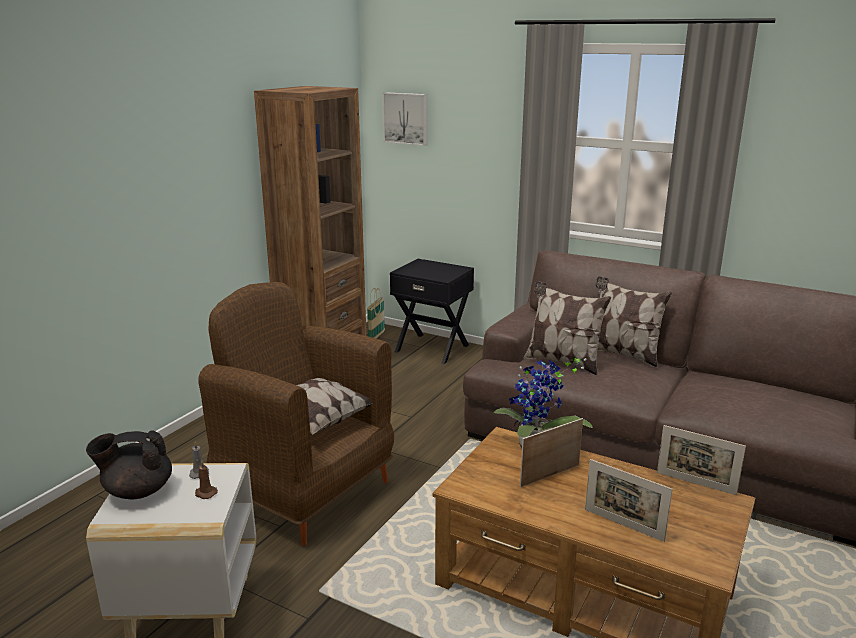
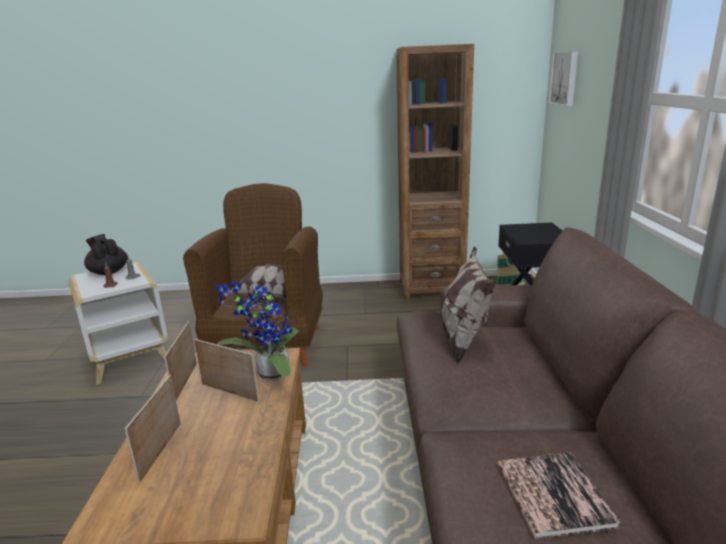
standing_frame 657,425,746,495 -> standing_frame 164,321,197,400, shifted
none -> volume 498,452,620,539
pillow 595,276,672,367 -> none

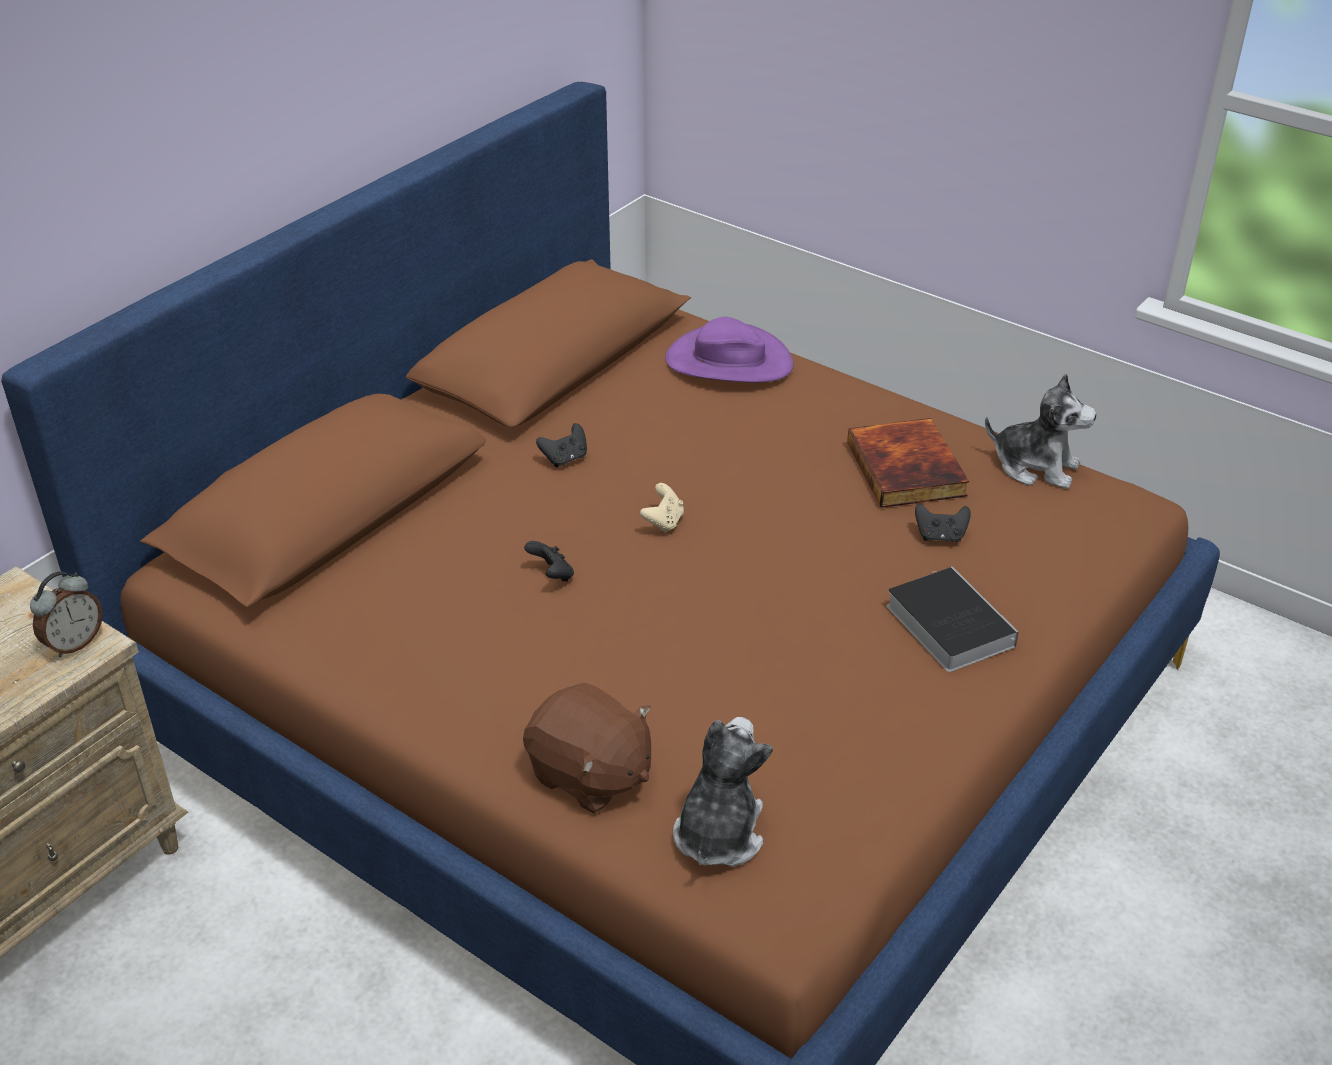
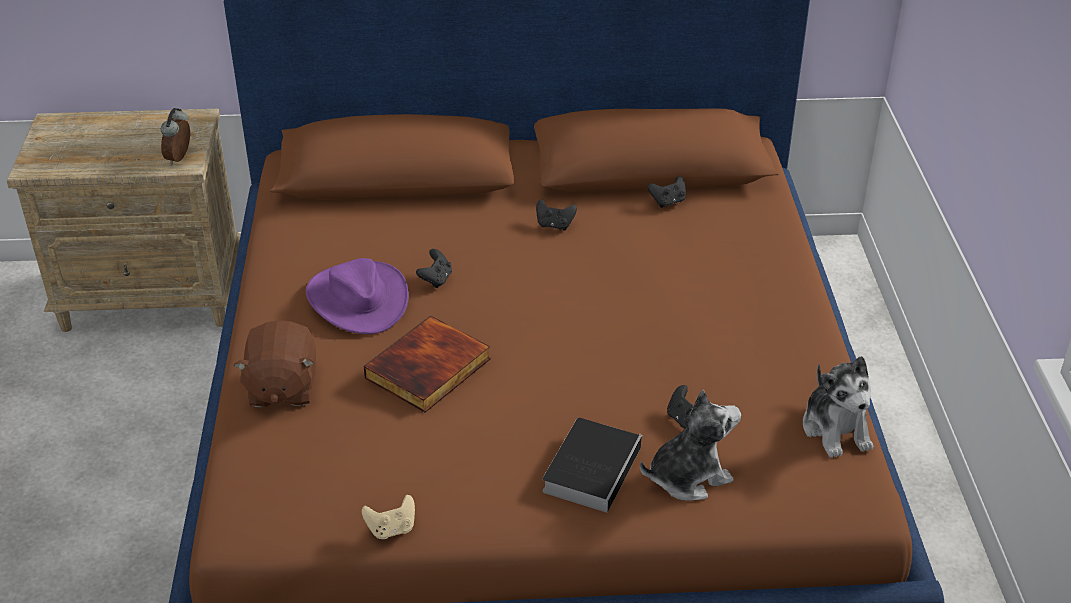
table_clock 30,571,103,657 -> table_clock 161,108,190,165, 105 degrees clockwise
purple_hat 665,317,793,383 -> purple_hat 306,258,409,334, shifted
beige-coloured_game_controller 640,483,684,533 -> beige-coloured_game_controller 362,495,415,539, shifted
volume 847,418,969,508 -> volume 364,315,491,412, shifted
plush_toy 673,717,773,867 -> plush_toy 640,390,741,501, shifted
none -> blackish_game_controller 647,176,686,208

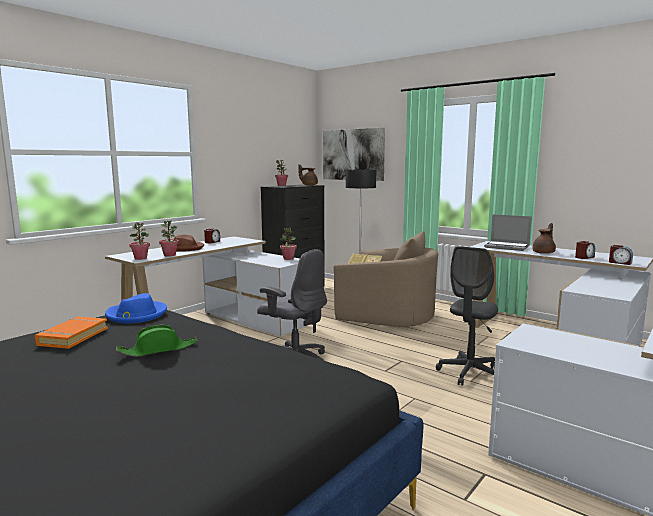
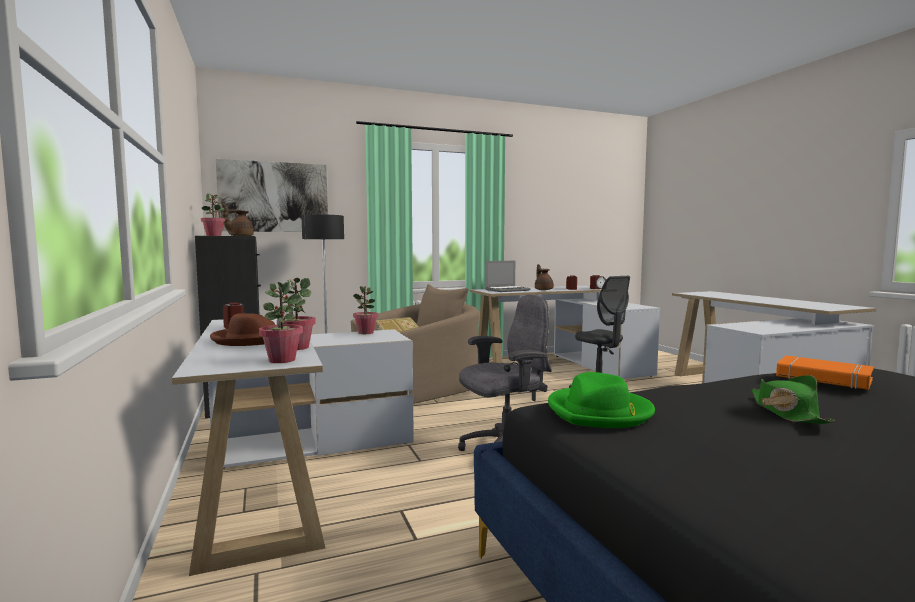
blue_hat 105,293,167,323 -> green_hat 548,372,655,428
orange_volume 35,317,108,349 -> orange_volume 776,356,874,390, shifted

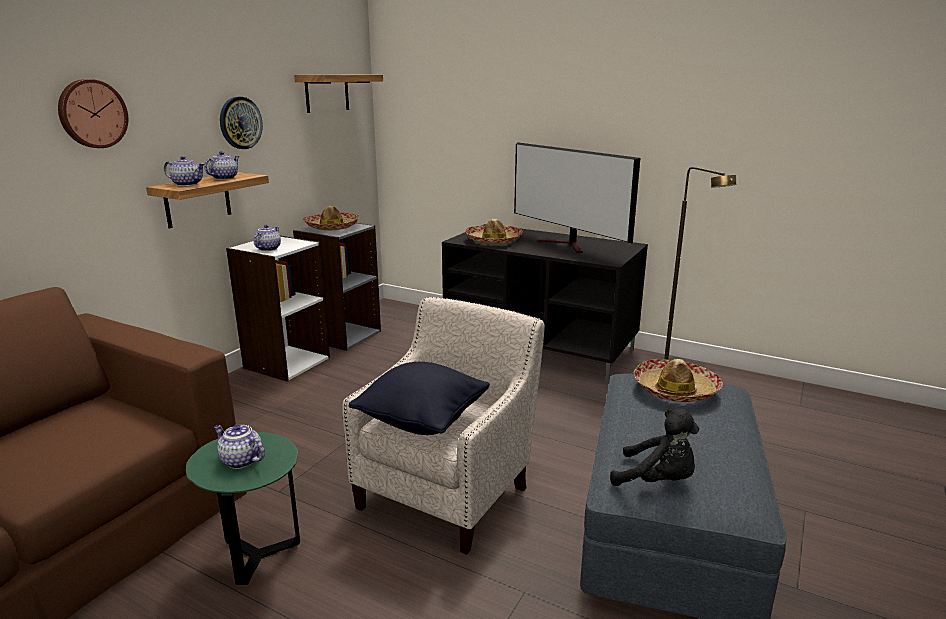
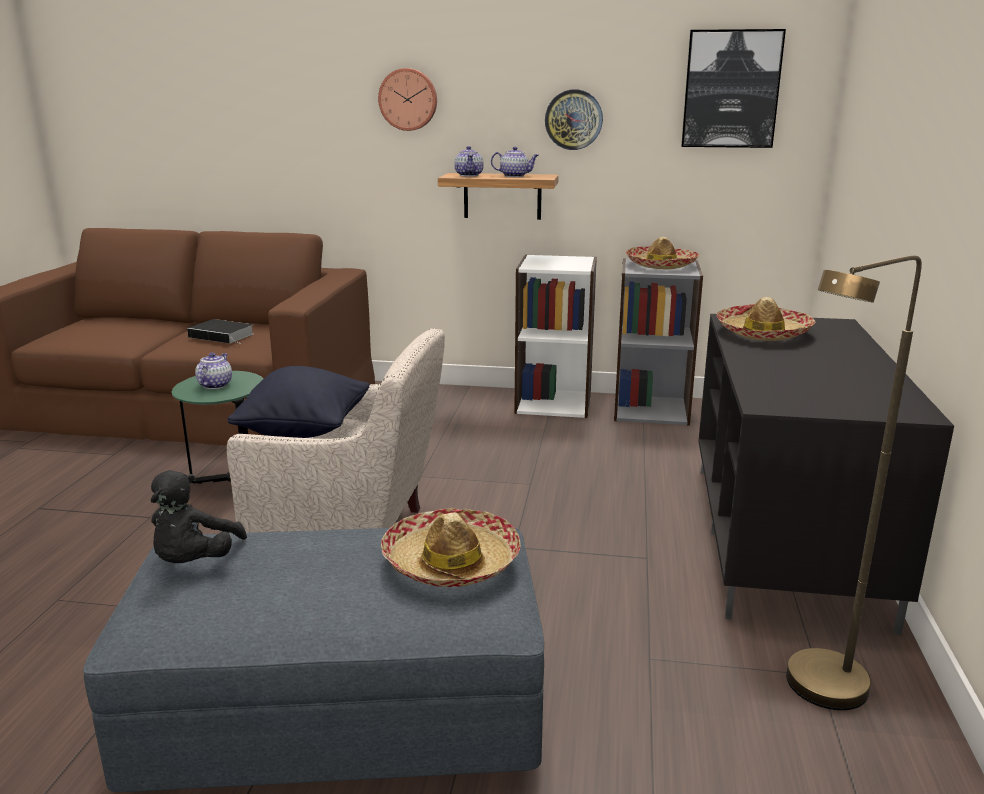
none -> volume 187,319,253,344
bracket_shelf 294,75,383,113 -> wall_art 681,29,786,148
pot_for_tea 254,225,281,251 -> none
TV 514,142,640,253 -> none

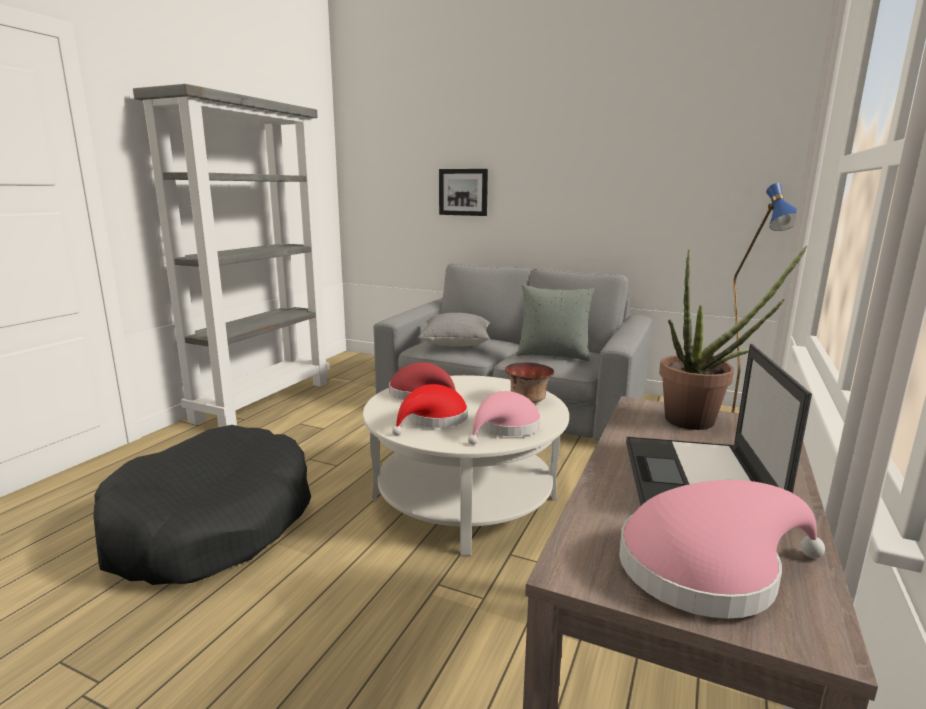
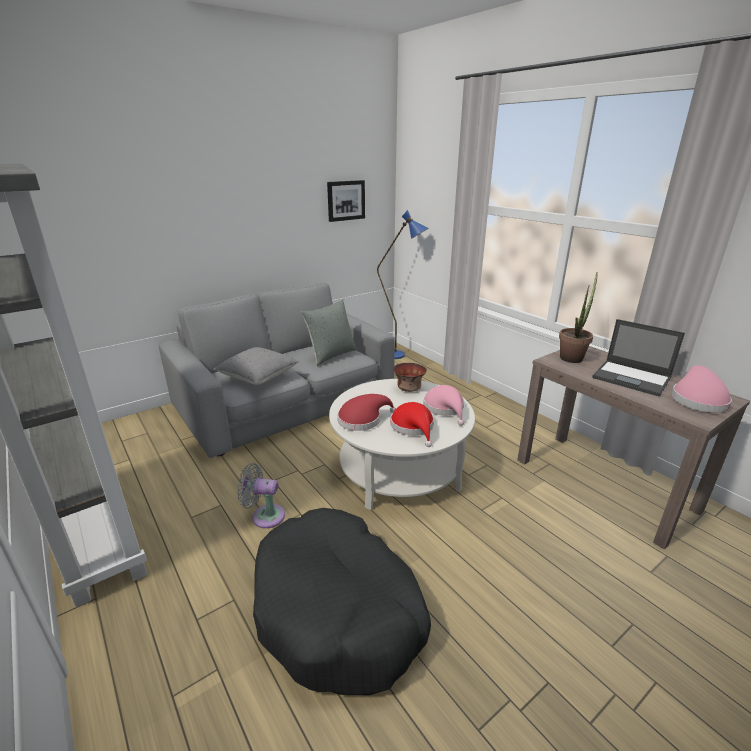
none -> gray_fan 237,463,285,528
wall_art 439,169,488,216 -> wall_art 327,180,365,222, shifted

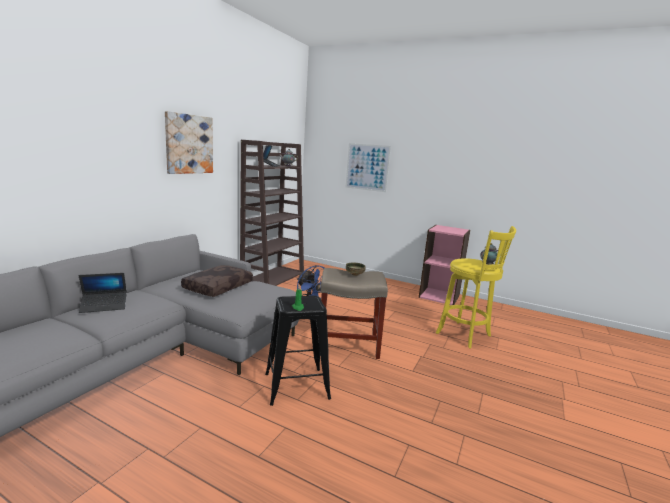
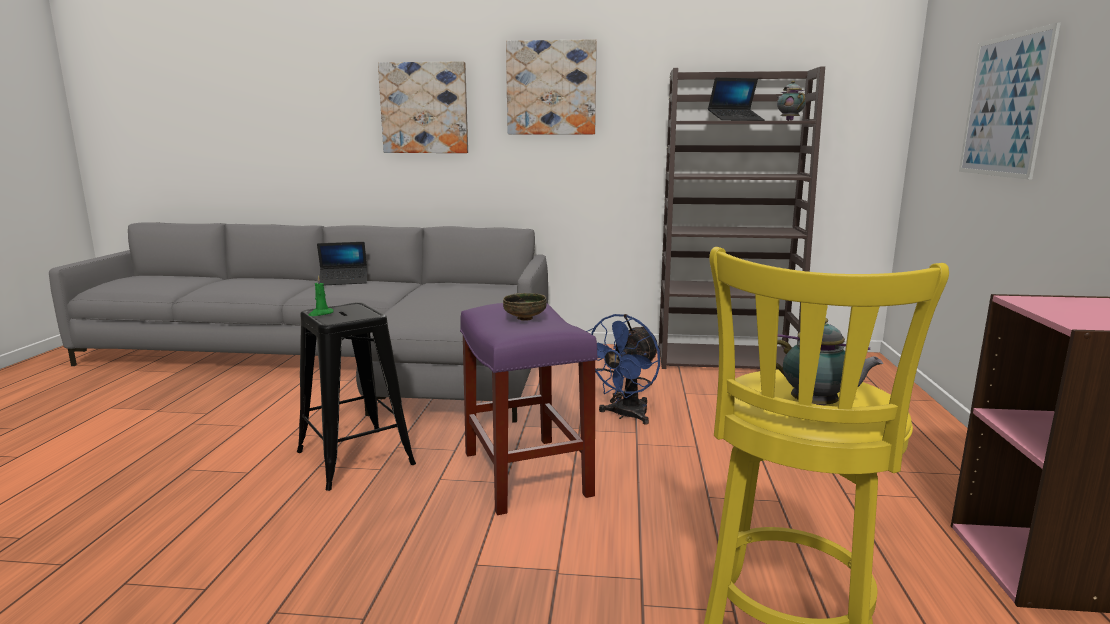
notebook_computer 79,273,127,313 -> notebook_computer 317,242,367,285, 60 degrees counterclockwise
none -> wall_art 378,61,468,153
beige-coloured_stool 321,268,388,359 -> purple_stool 460,303,598,515
brownish_pillow 181,265,253,297 -> none

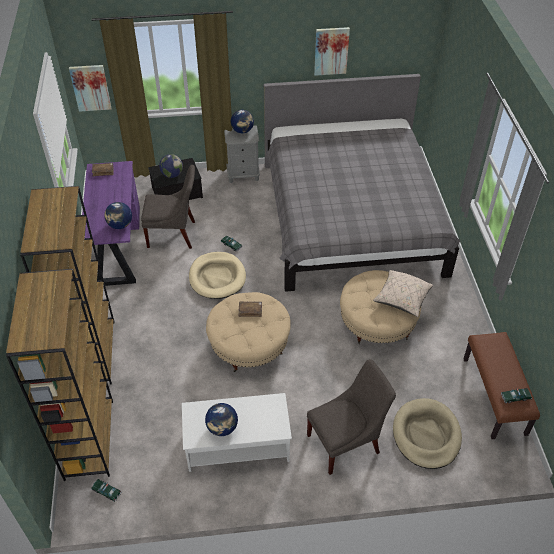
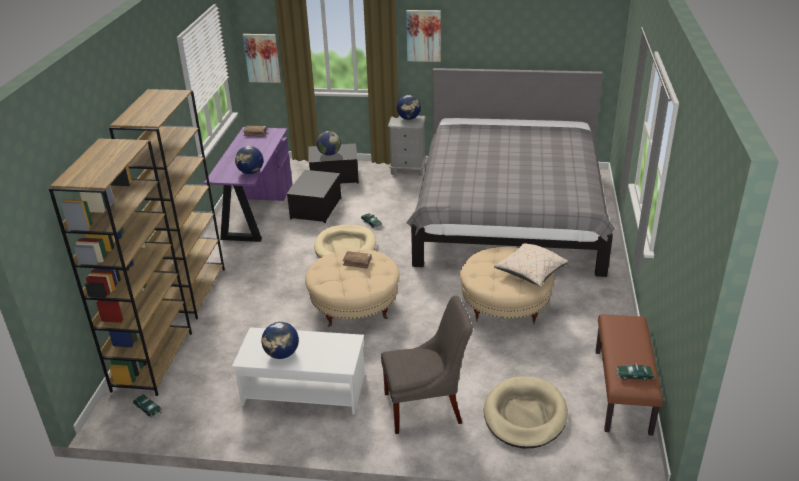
gray_plain_chair 141,165,195,249 -> storage_box 287,170,341,223
wall_art 314,27,350,76 -> wall_art 406,10,441,62, shifted

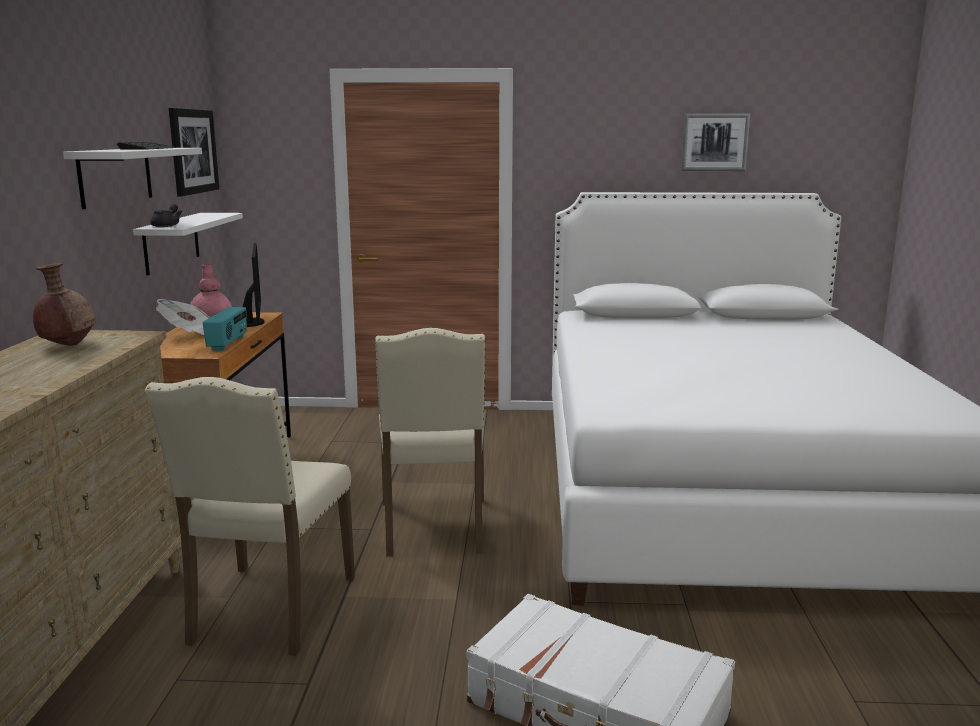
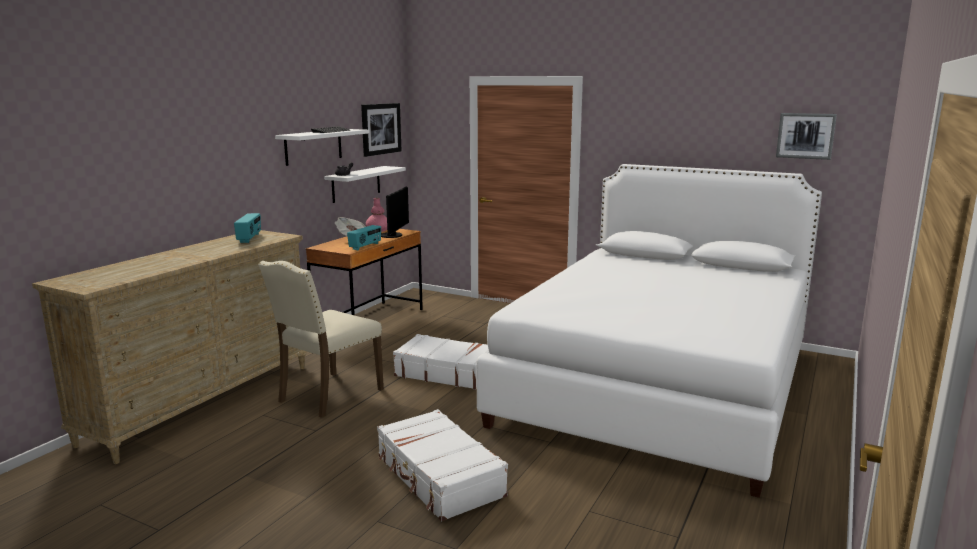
brownish_decorative_vase 33,263,96,345 -> radio 234,213,261,243
beige-coloured_plain_chair 375,328,486,557 -> white-coloured_suitcase 393,334,490,390
wall_art 681,114,750,171 -> wall_art 776,113,837,160, shifted

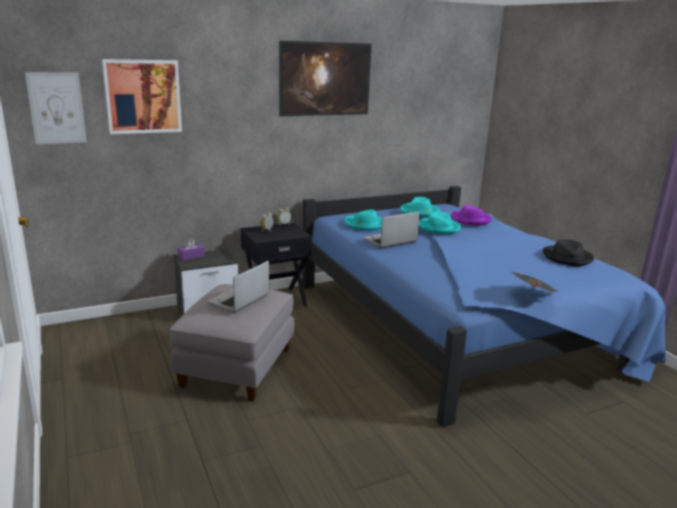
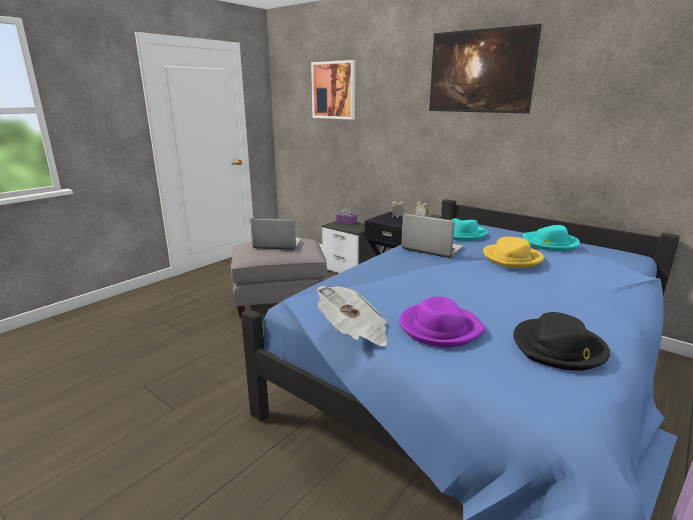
purple_hat 451,205,492,225 -> purple_hat 399,297,485,347, shifted
blue-green_hat 419,212,461,234 -> yellowish_hat 483,236,544,268
wall_art 25,72,87,144 -> none

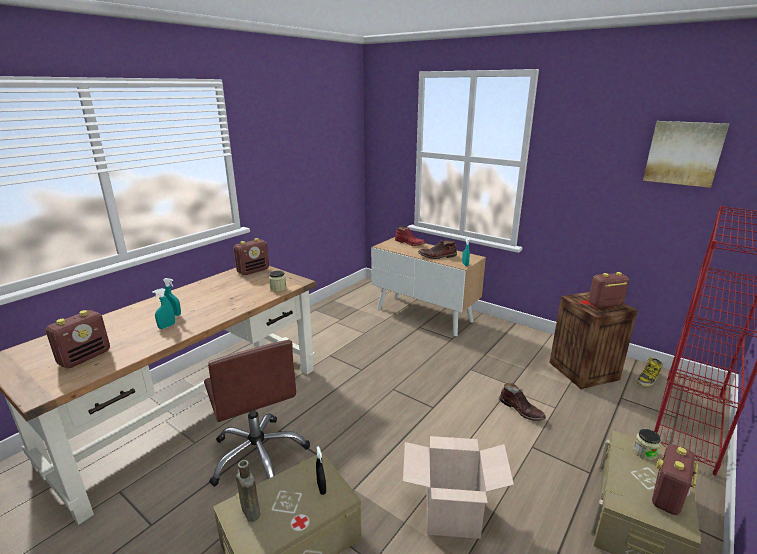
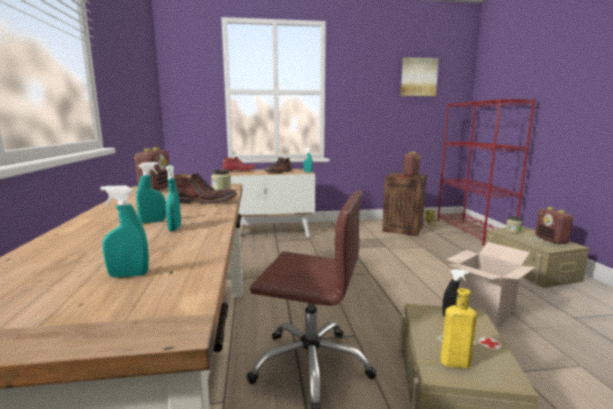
radio 46,310,110,369 -> blue-green_spray_bottle 100,186,149,277
brownish_boot 499,383,546,421 -> brownish_boot 174,173,238,204, shifted
brownish_drink_bottle 236,460,260,522 -> yellowish_drink_bottle 440,288,477,368

